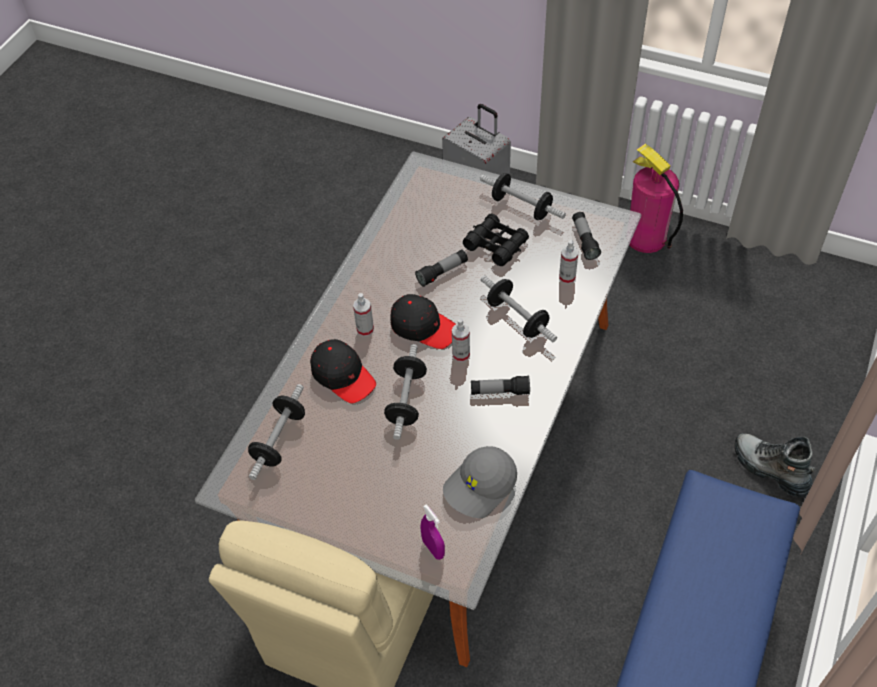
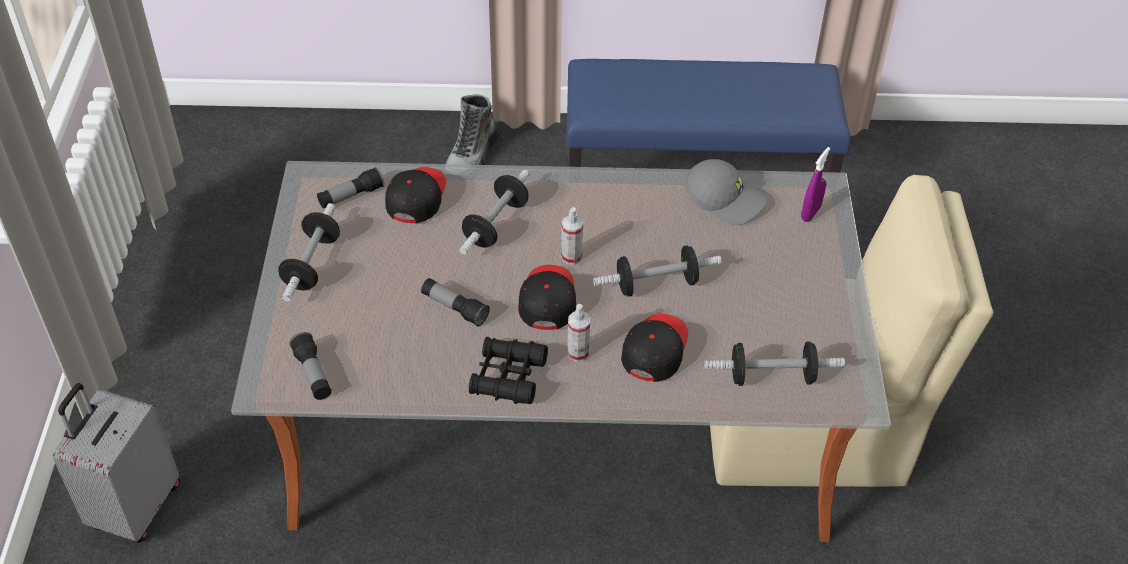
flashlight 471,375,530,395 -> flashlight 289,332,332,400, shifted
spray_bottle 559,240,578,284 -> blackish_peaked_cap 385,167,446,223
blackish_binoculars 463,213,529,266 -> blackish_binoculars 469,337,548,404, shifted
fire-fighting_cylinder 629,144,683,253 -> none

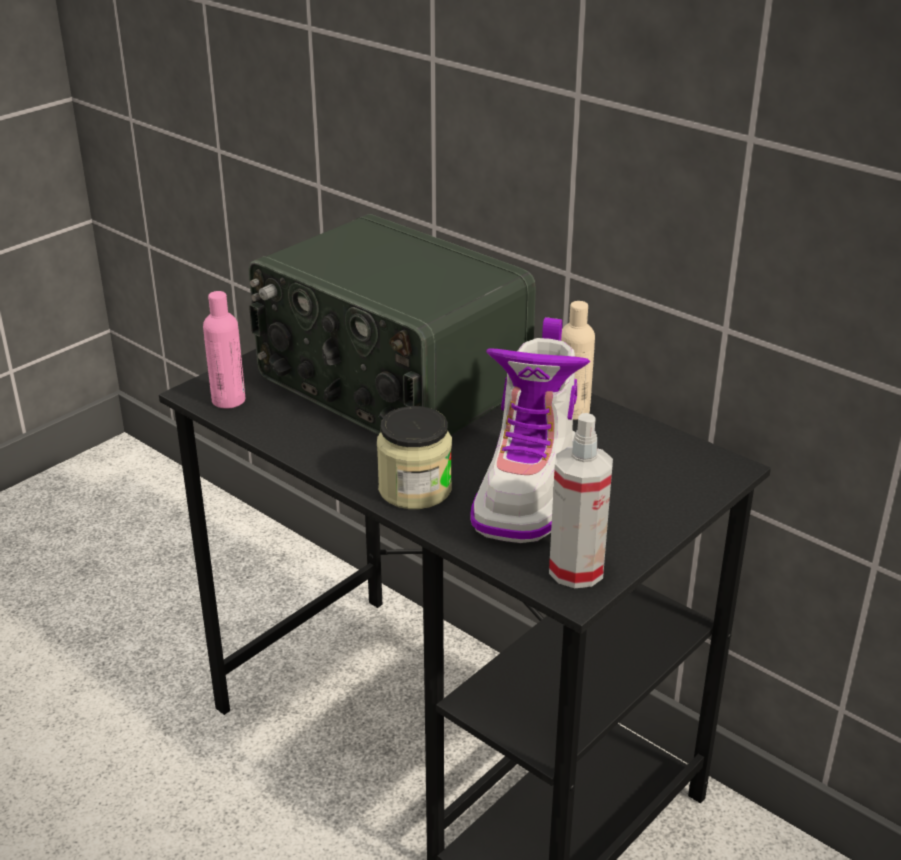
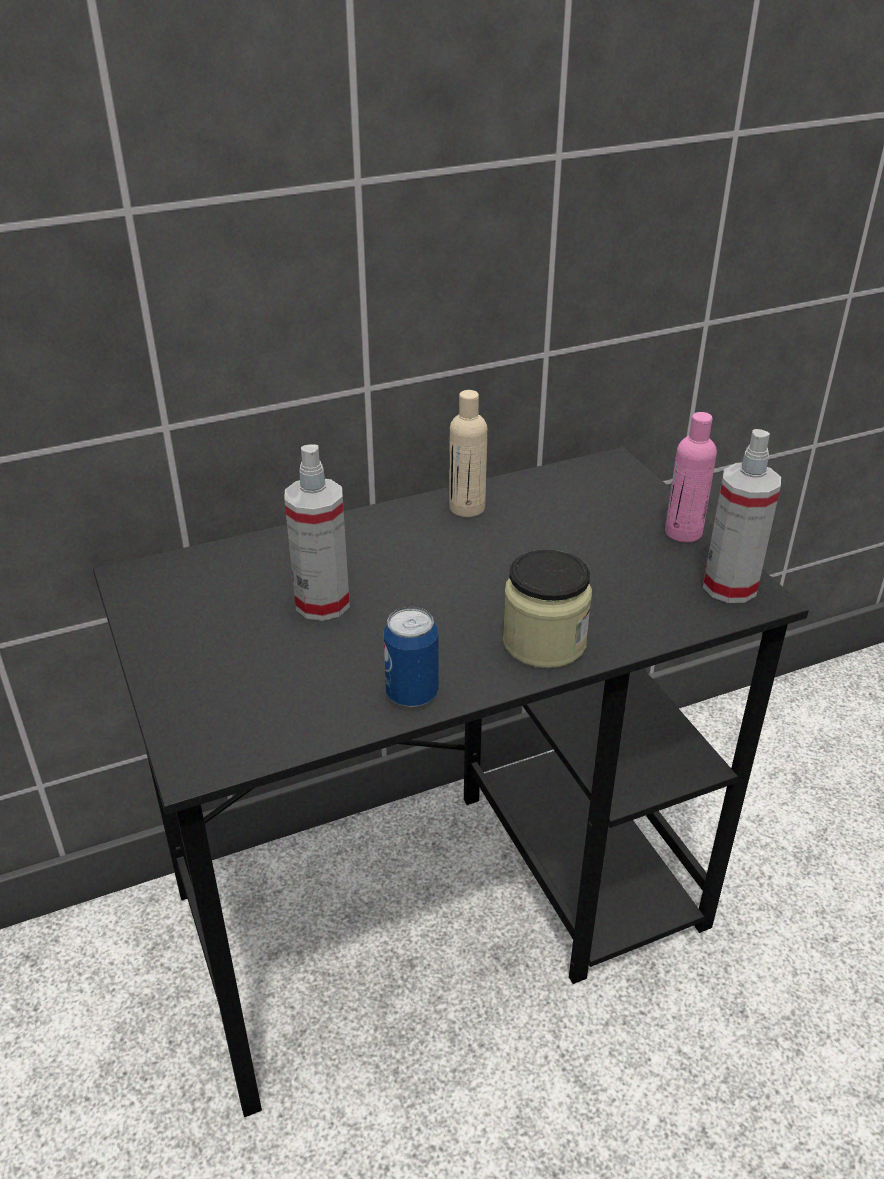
radio 249,214,536,435 -> spray_bottle 284,444,350,621
none -> metal_can 383,607,439,707
pink-coloured_drink_bottle 203,291,246,409 -> pink-coloured_drink_bottle 665,412,717,542, shifted
boot 470,317,590,543 -> none

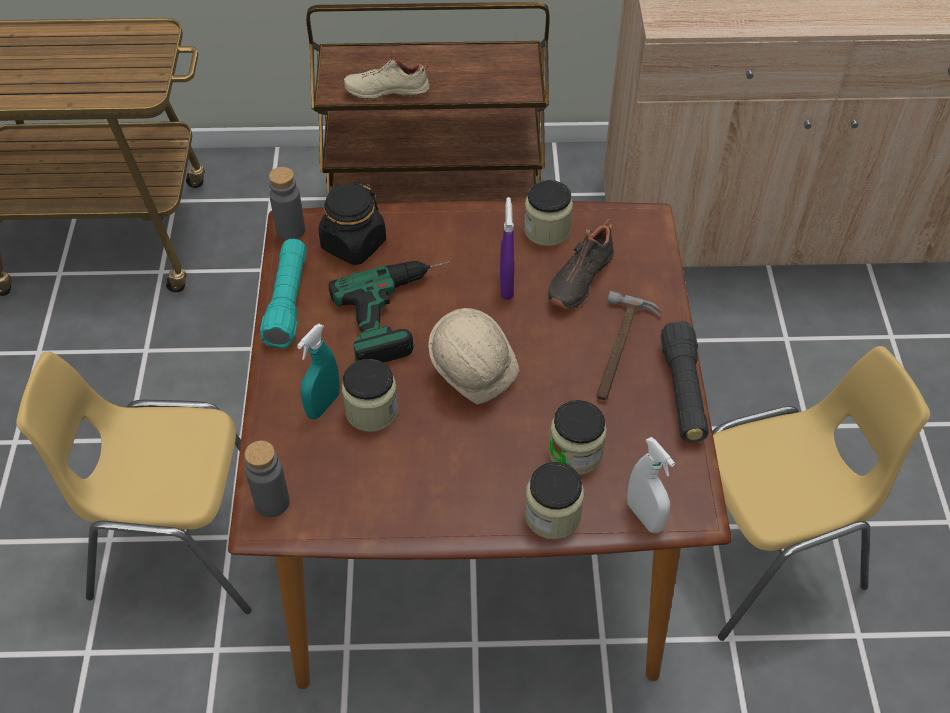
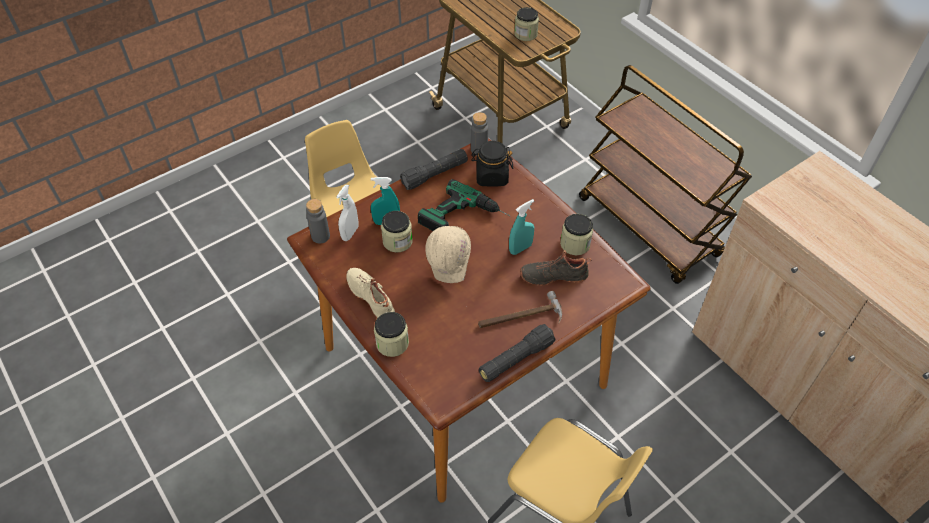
white-coloured_spray_bottle 627,437,675,533 -> white-coloured_spray_bottle 336,184,358,241, shifted
beige-coloured_low_shoe 343,50,429,100 -> beige-coloured_low_shoe 346,267,395,318, shifted
blue-green_flashlight 260,239,307,348 -> blackish_flashlight 400,149,468,190
purple_spray_bottle 500,197,514,300 -> blue-green_spray_bottle 509,199,534,255
storage_jar 549,400,607,475 -> storage_jar 514,7,539,41, shifted

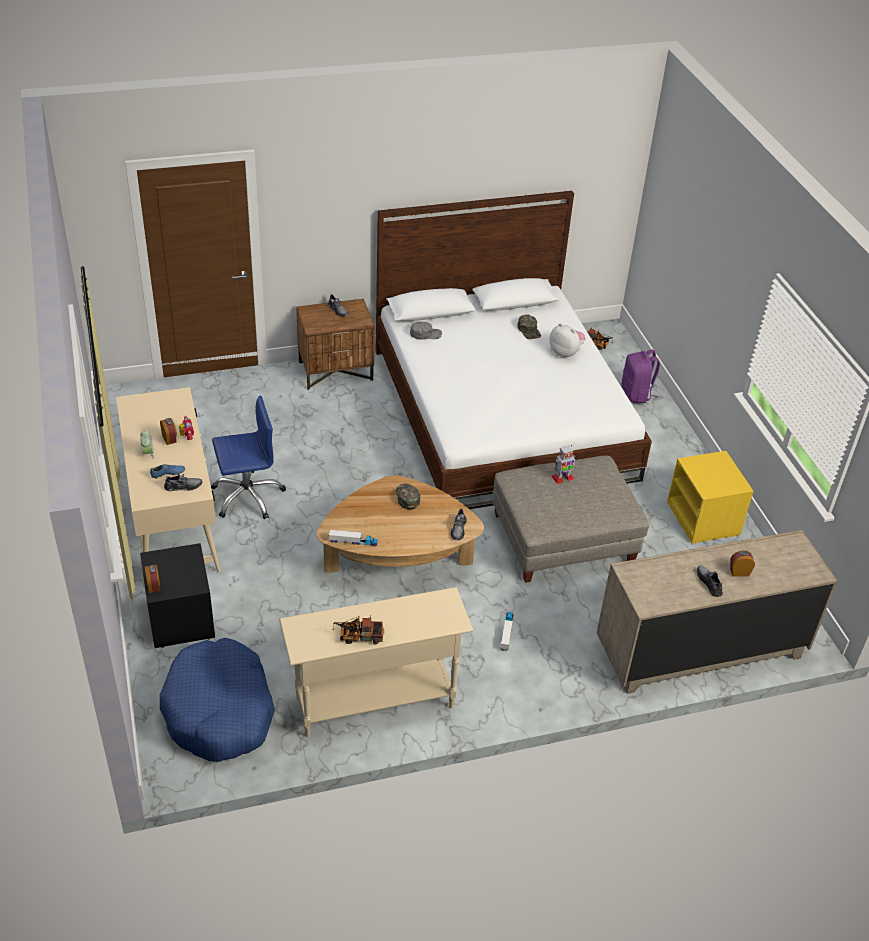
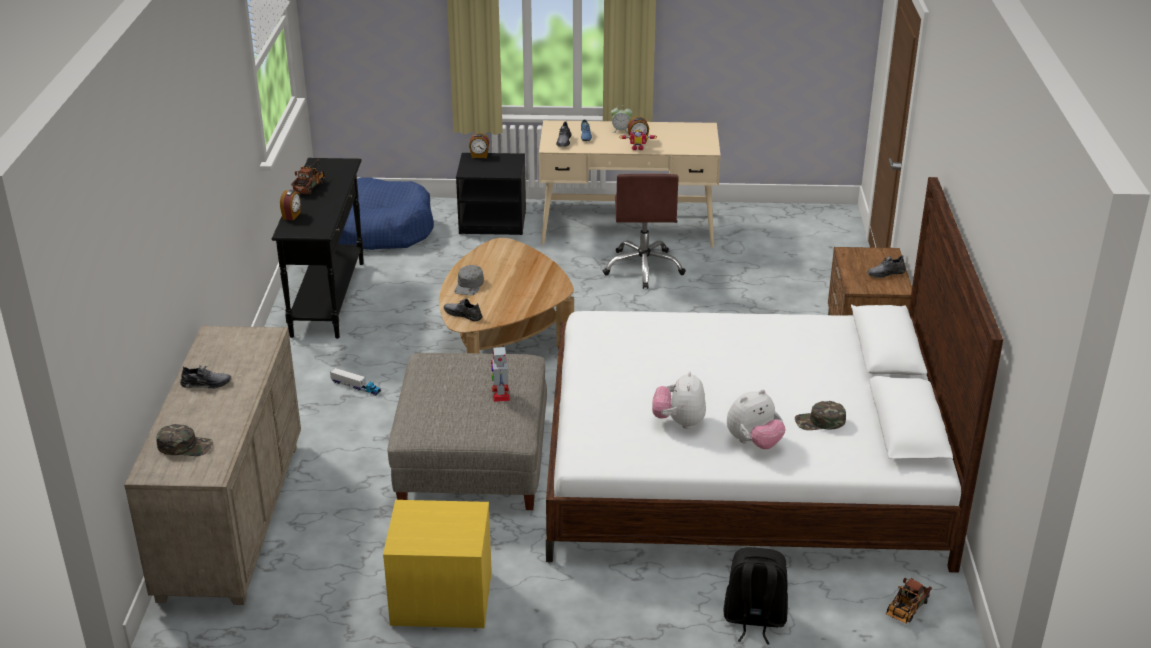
green_peaked_cap 396,483,420,509 -> green_peaked_cap 156,424,213,456, shifted
beige-coloured_hall_table 279,587,473,737 -> blackish_hall_table 272,158,364,339
table_clock 730,550,755,576 -> table_clock 280,190,301,220, shifted
gray_peaked_cap 410,321,442,340 -> gray_peaked_cap 454,265,484,295, shifted
blue_desk_chair 211,396,286,519 -> brownish_desk_chair 603,174,686,289
none -> plush_toy 652,371,706,429
purple_knapsack 622,349,660,403 -> blackish_knapsack 723,547,788,645
toy_truck 329,530,378,546 -> none

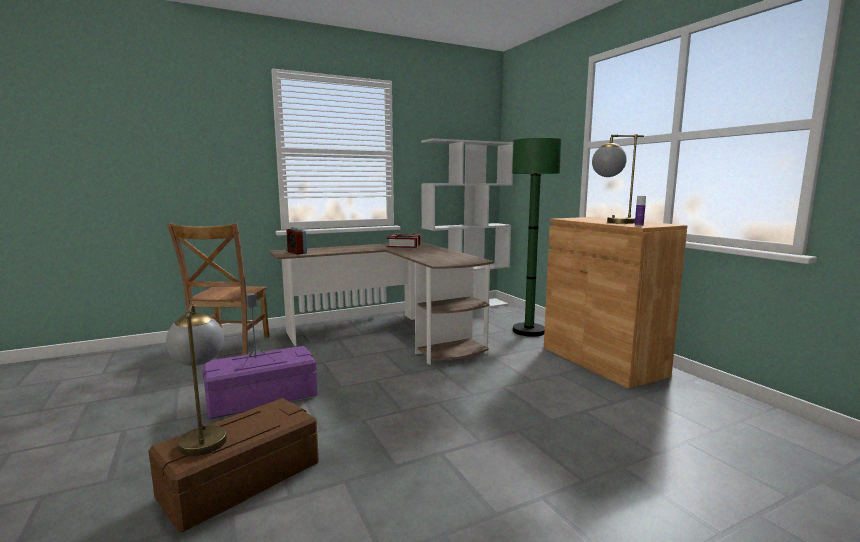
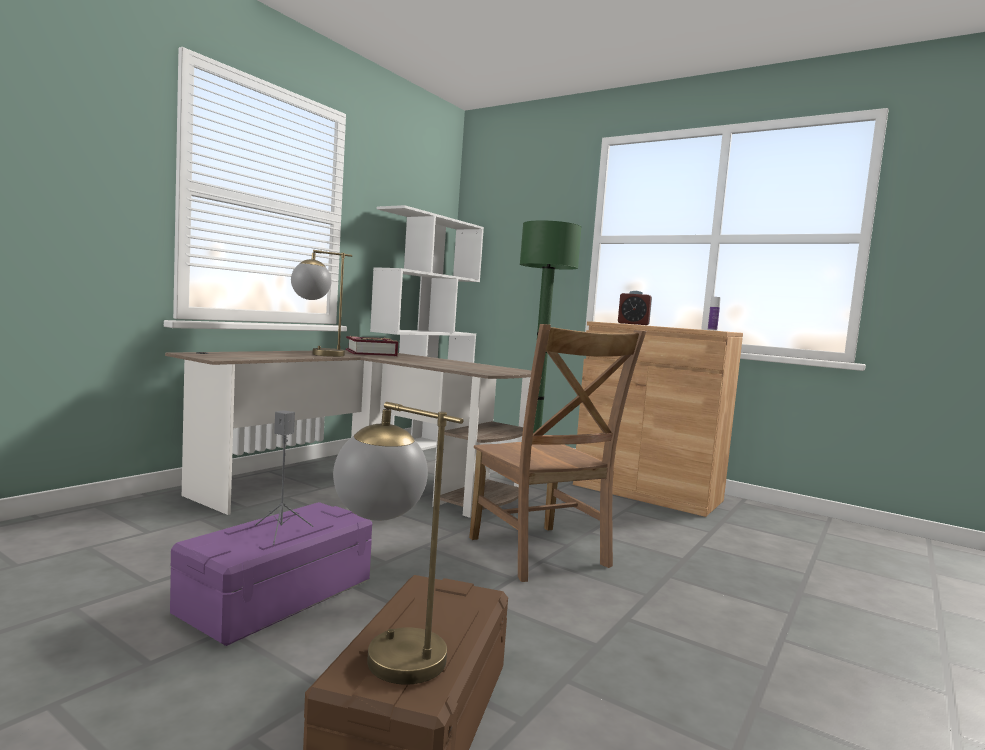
table_lamp 592,134,644,224 -> table_lamp 291,250,352,357, shifted
brownish_plain_chair 167,223,269,355 -> brownish_plain_chair 469,324,646,582, shifted
table_clock 286,227,307,254 -> table_clock 618,291,652,325, shifted

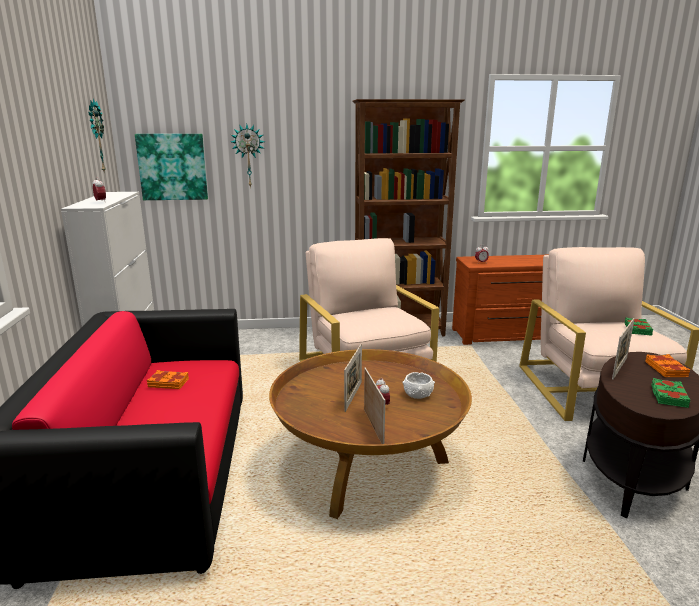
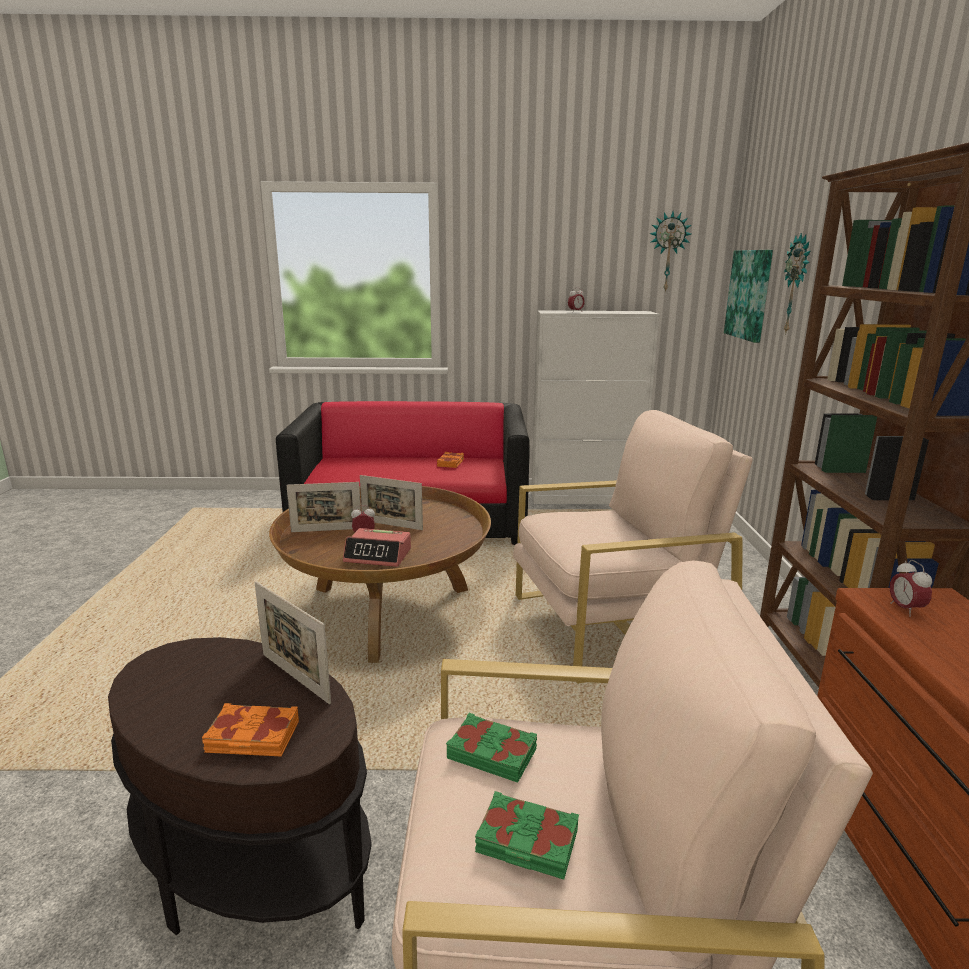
white-coloured_deep_dish 403,372,435,399 -> table_clock 343,528,411,567
green_volume 651,378,690,408 -> green_volume 446,713,537,783, shifted

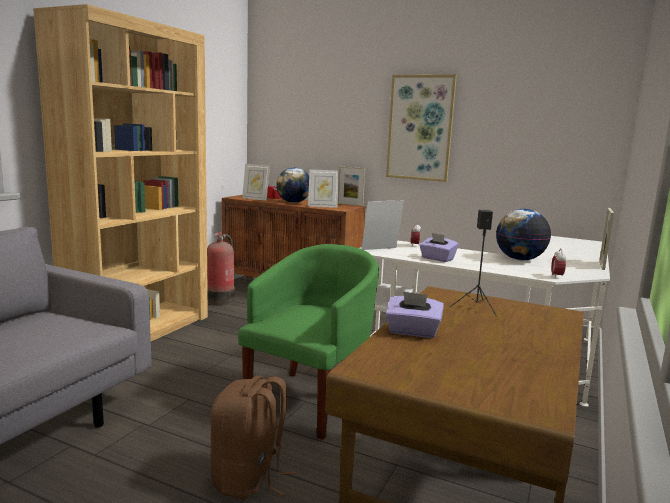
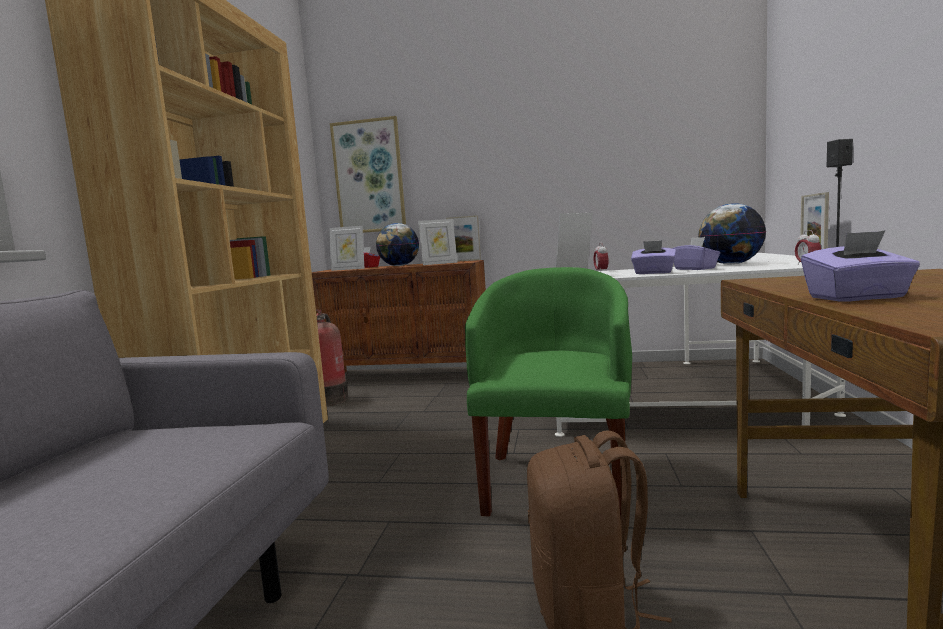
wall_art 386,75,457,182 -> wall_art 330,116,406,233, shifted
none -> purple_tissue_box 672,237,720,270

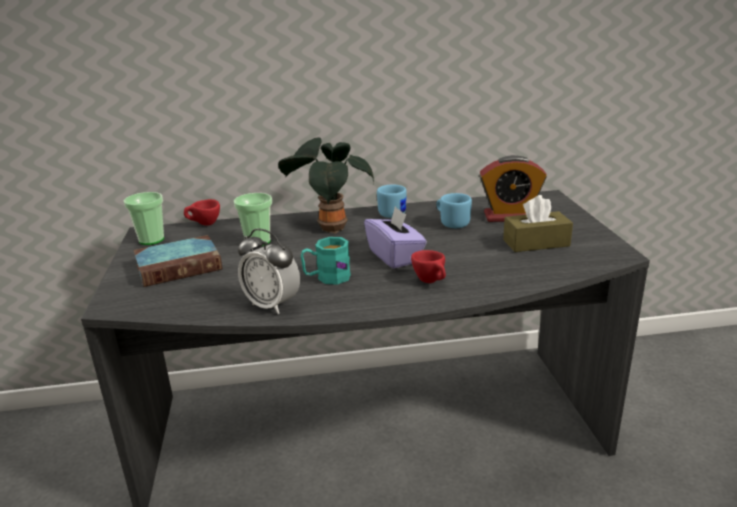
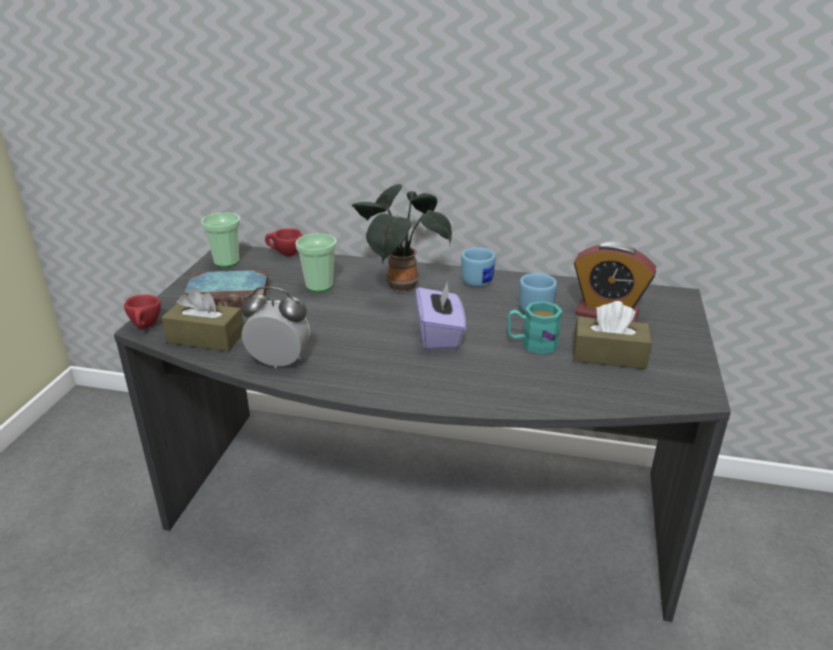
red_drinking_cup 411,250,446,283 -> red_drinking_cup 124,294,161,329, shifted
none -> brownish_tissue_box 161,288,244,351
table_clock 238,229,300,314 -> table_clock 241,287,310,368, 135 degrees clockwise
blue-green_coffee_mug 301,237,351,285 -> blue-green_coffee_mug 508,301,562,354, shifted

